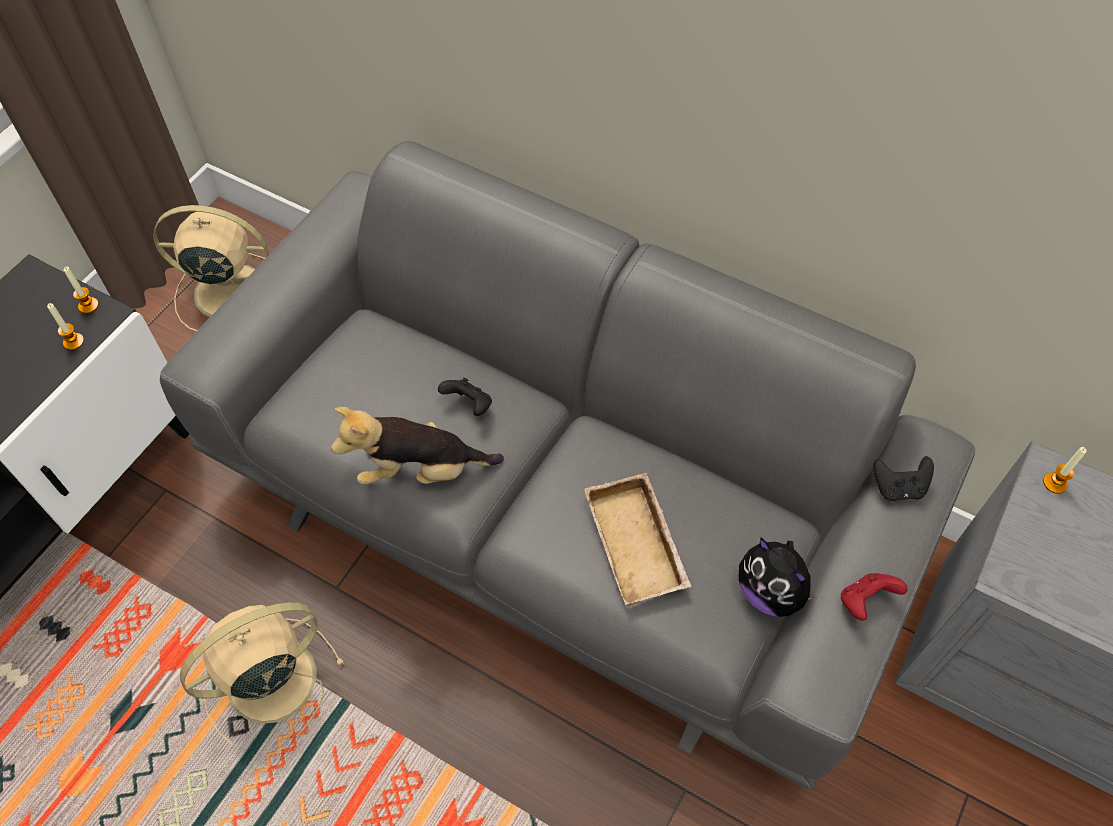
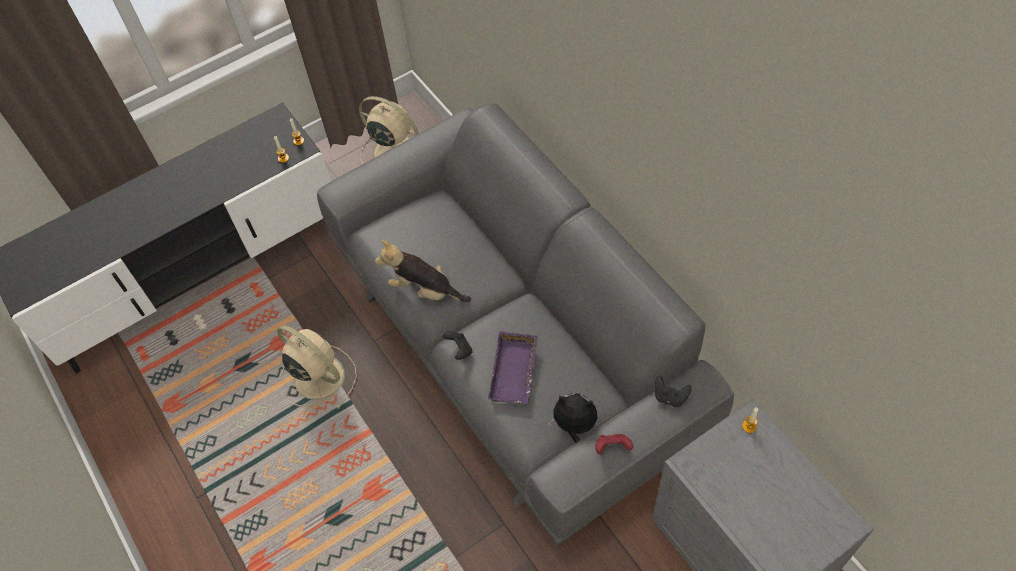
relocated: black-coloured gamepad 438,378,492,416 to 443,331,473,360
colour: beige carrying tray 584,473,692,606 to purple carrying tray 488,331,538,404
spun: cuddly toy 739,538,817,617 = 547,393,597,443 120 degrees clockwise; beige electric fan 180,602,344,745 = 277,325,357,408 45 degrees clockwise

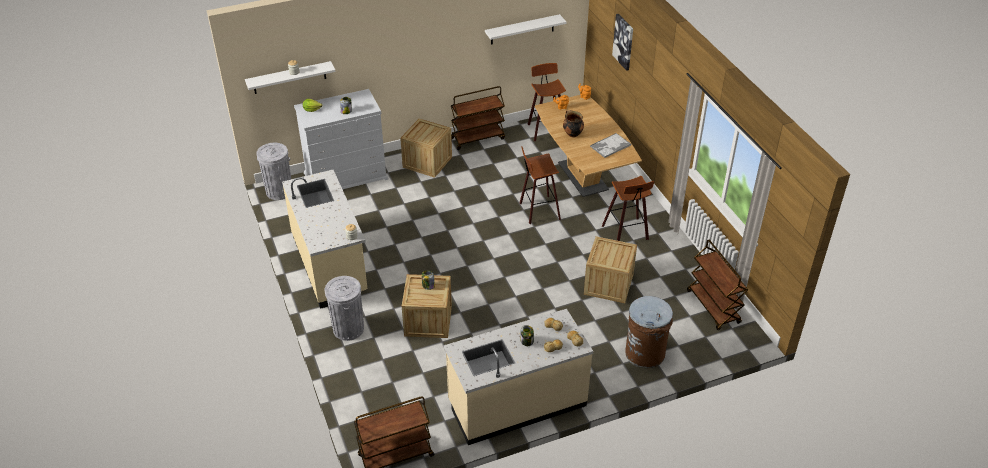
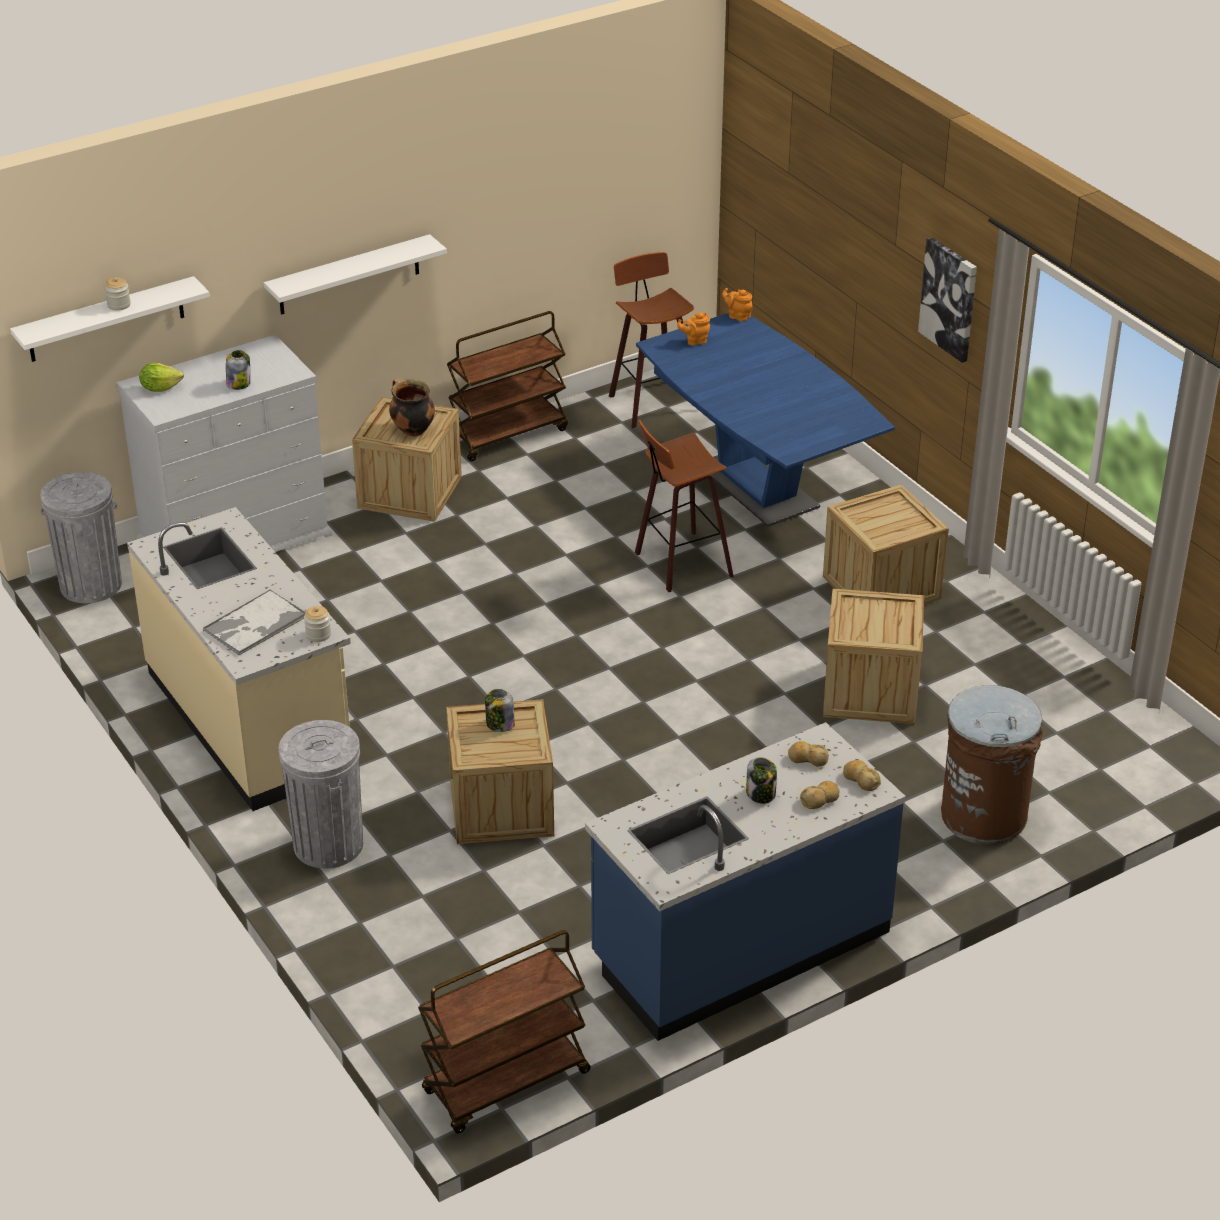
missing: brownish wheeled cart 687,240,748,330
relocated: whitish bracket shelf 485,14,566,45 to 264,234,447,315; picture 612,14,633,71 to 918,237,977,363; stockpot 563,110,584,138 to 389,378,435,437; carrying tray 590,133,631,158 to 203,589,305,656
exchanged: stool seat 602,176,654,241 to packing crate 823,485,949,605
colour: brownish dining table 535,95,642,197 to blue-coloured dining table 636,313,895,527; beige counter 444,309,593,445 to blue-coloured counter 585,722,906,1041

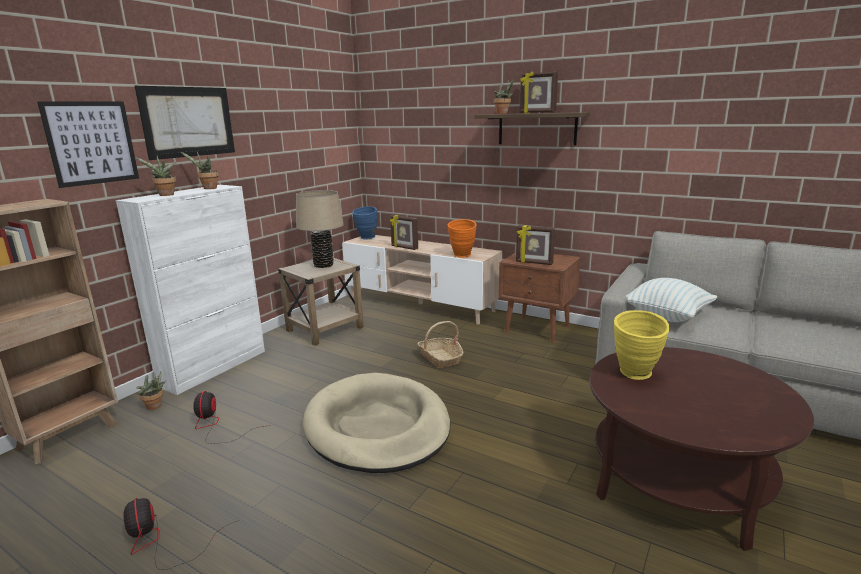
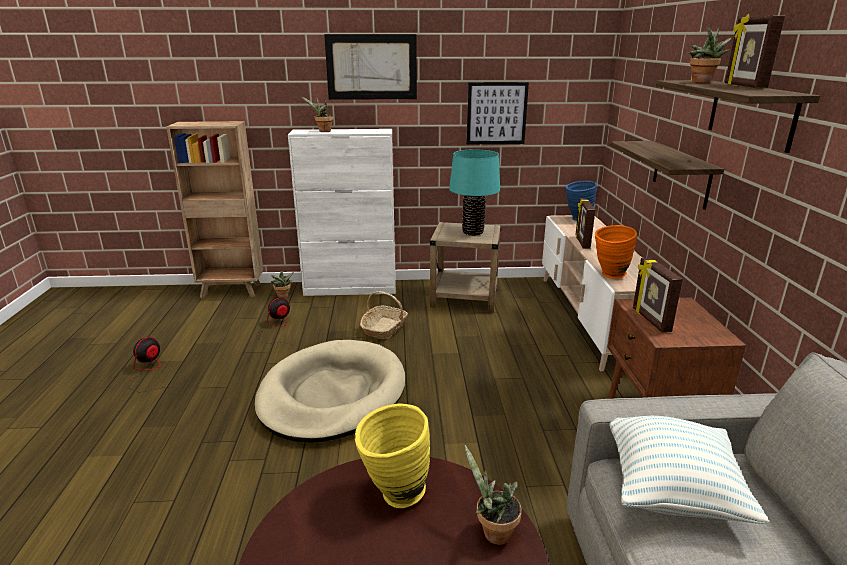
appeared: bracket shelf 610,141,724,210
relocated: picture 37,101,139,188 to 467,82,529,144; plant in a pot 181,151,219,189 to 465,445,522,545; household basket 417,321,464,368 to 360,291,408,339
colour: beige tabletop lamp 296,190,344,268 to blue-green tabletop lamp 449,149,500,235

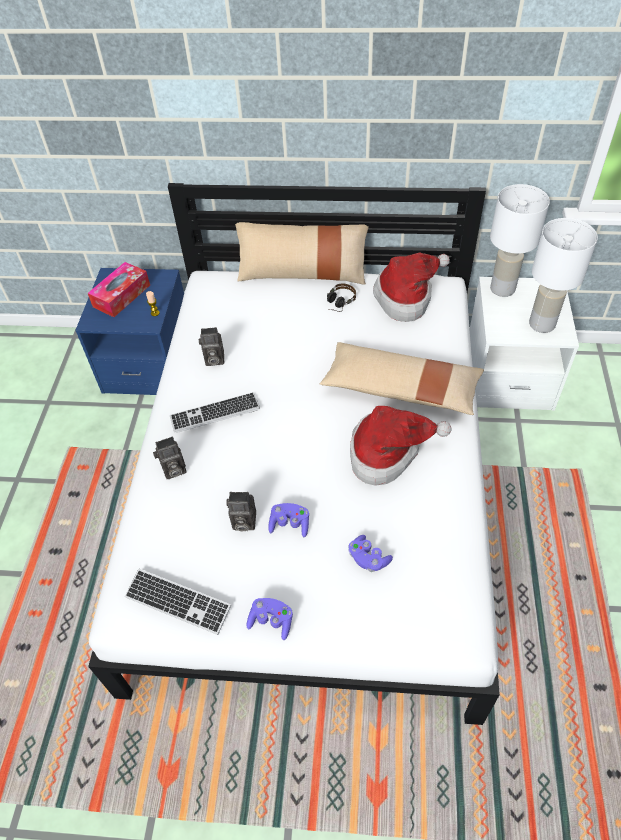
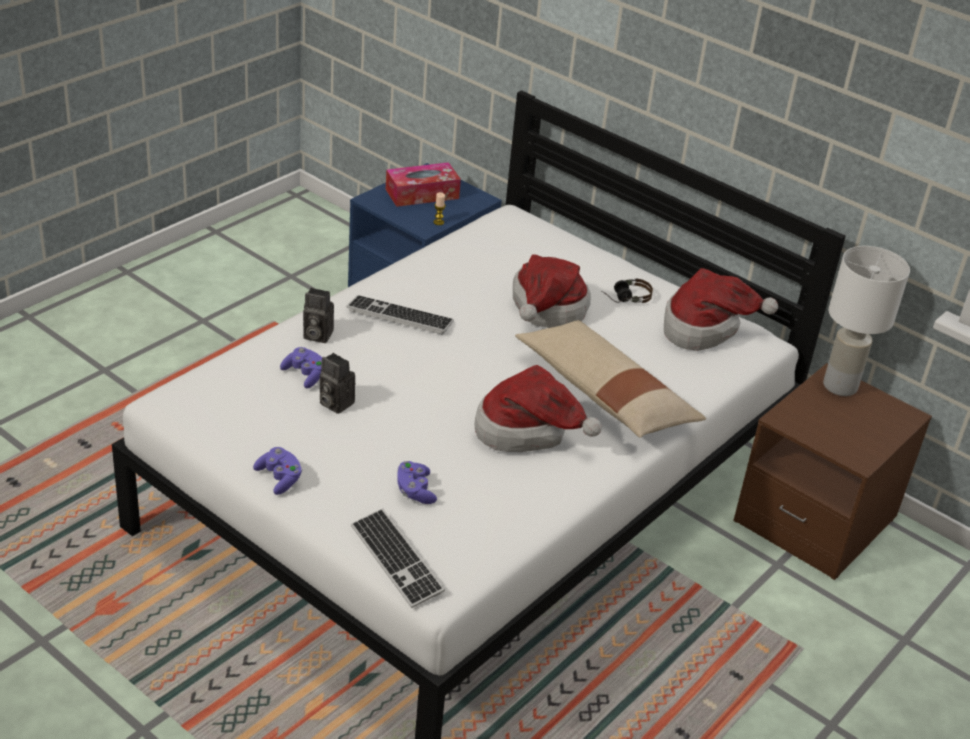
missing: whitish tabletop lamp 529,218,598,333; beige cushion 235,222,369,285; photo camera 199,327,224,366
appeared: wearable hat 513,254,591,328
relocated: purple gamepad 268,503,309,537 to 280,347,322,388; computer keyboard 124,569,231,635 to 351,509,445,608
colour: whitish nightstand 470,277,579,411 to brownish nightstand 733,363,932,580

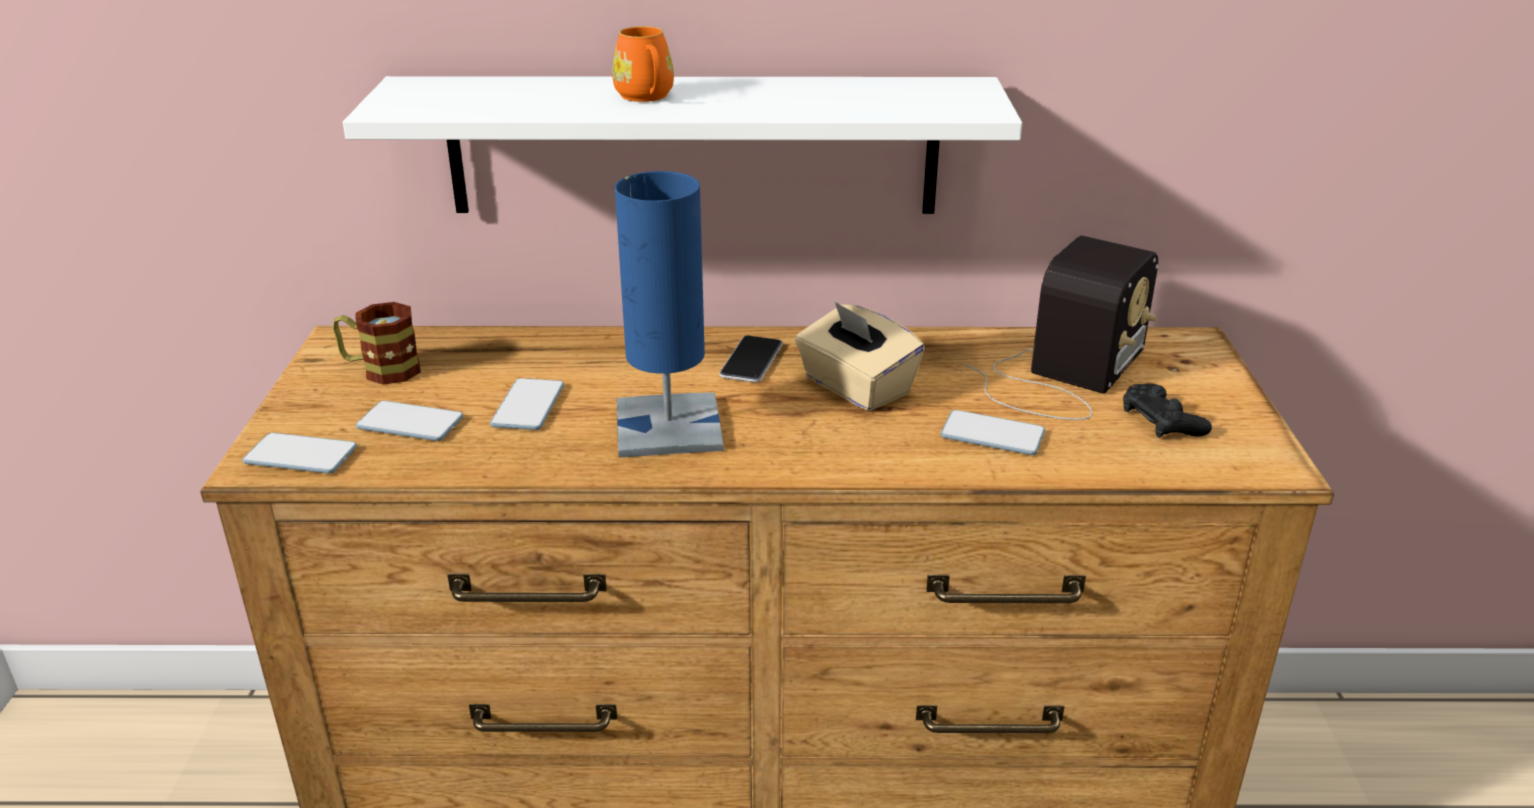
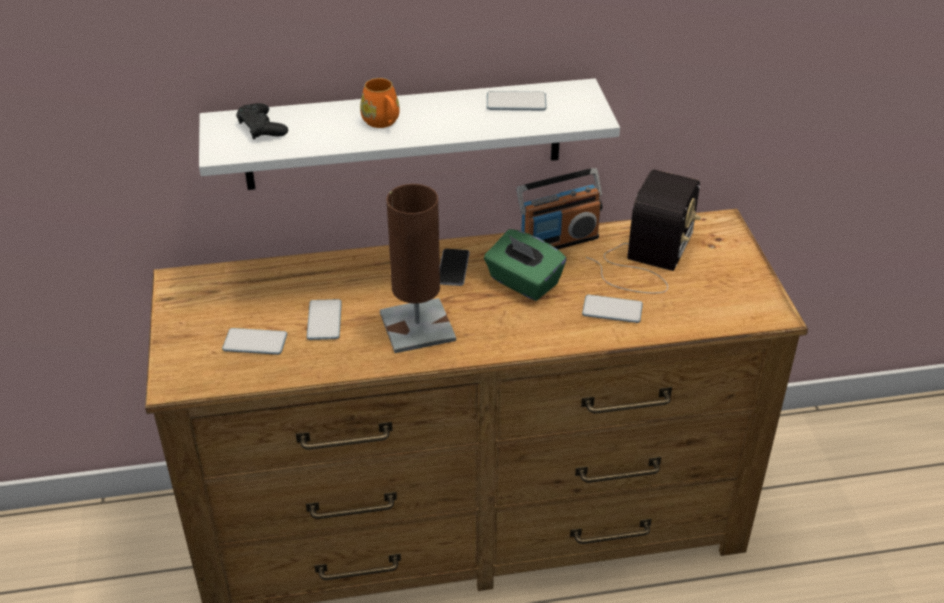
missing: coffee mug 333,302,421,385
appeared: radio set 517,168,602,249
relocated: black-coloured gamepad 1123,384,1212,438 to 236,103,288,140; handset 242,433,357,474 to 487,91,547,110
colour: blue-coloured tabletop lamp 615,171,724,458 to brownish tabletop lamp 380,184,456,353; beige tissue holder 795,301,925,411 to greenish tissue holder 484,229,566,301

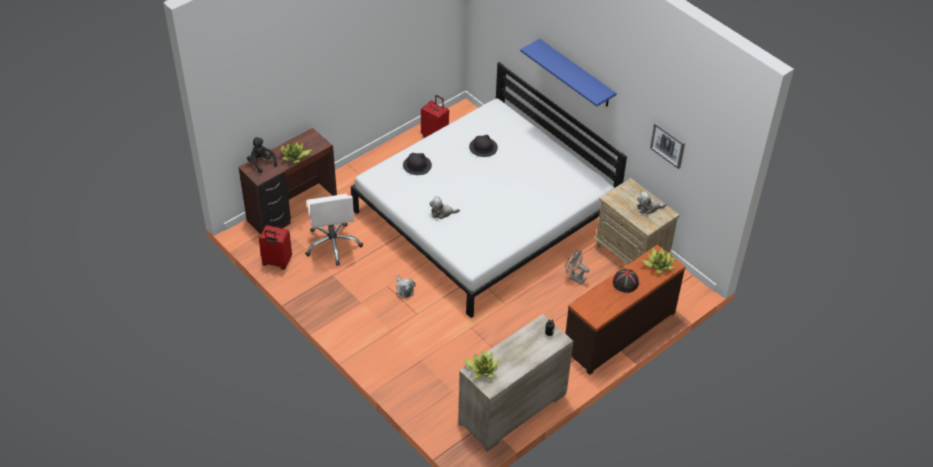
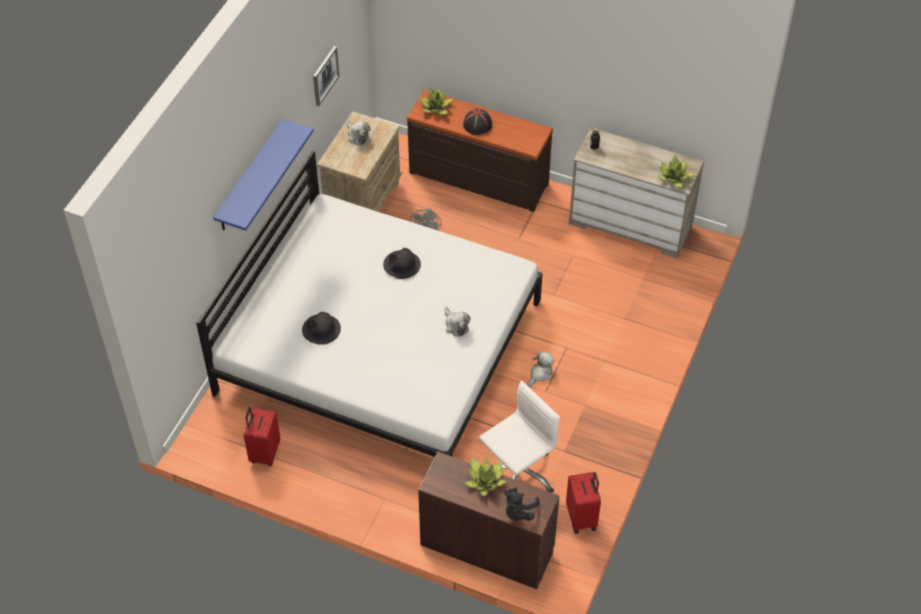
relocated: black-coloured wearable hat 403,153,432,175 to 383,248,421,279

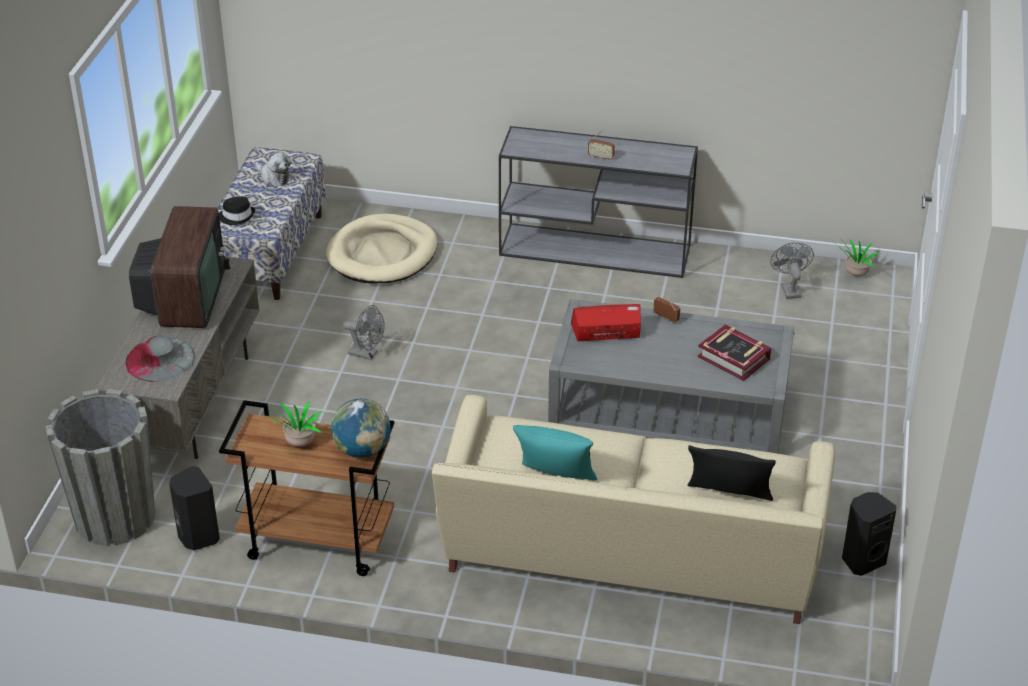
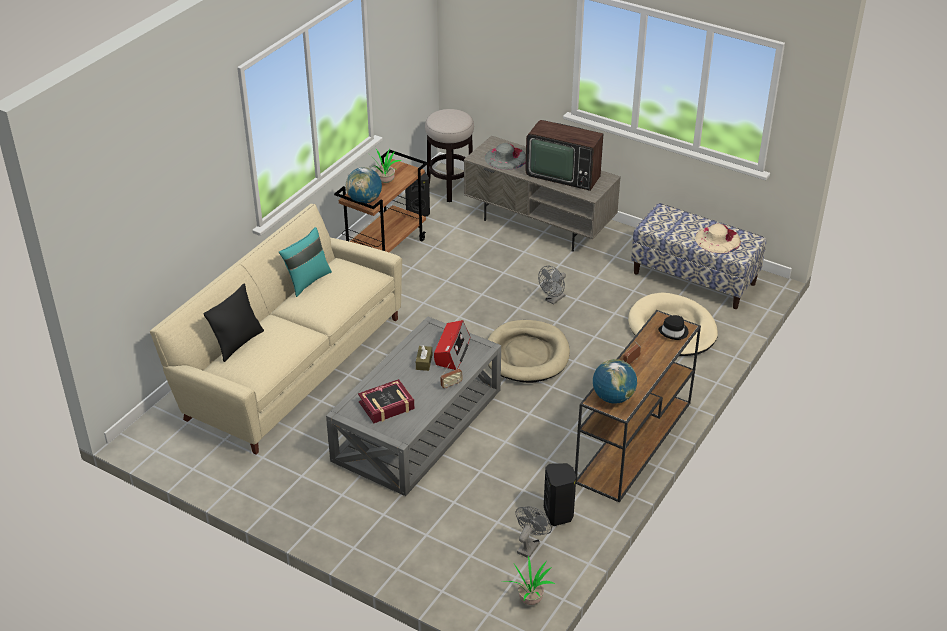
appeared: beige dog cushion 488,320,570,383; brownish tissue holder 416,345,432,371; globe 593,359,637,404
relocated: black-coloured wearable hat 219,197,255,225 to 658,315,689,340; black-coloured loudspeaker 842,492,896,576 to 544,463,576,526
exchanged: cuddly toy 255,152,292,186 to beige wearable hat 695,224,741,253; gray flower pot 46,389,155,546 to stool seat 425,109,474,202
colour: gray console table 499,126,698,278 to brownish console table 575,310,701,503
spun: gray electric fan 770,242,814,299 = 515,506,552,558 75 degrees counterclockwise

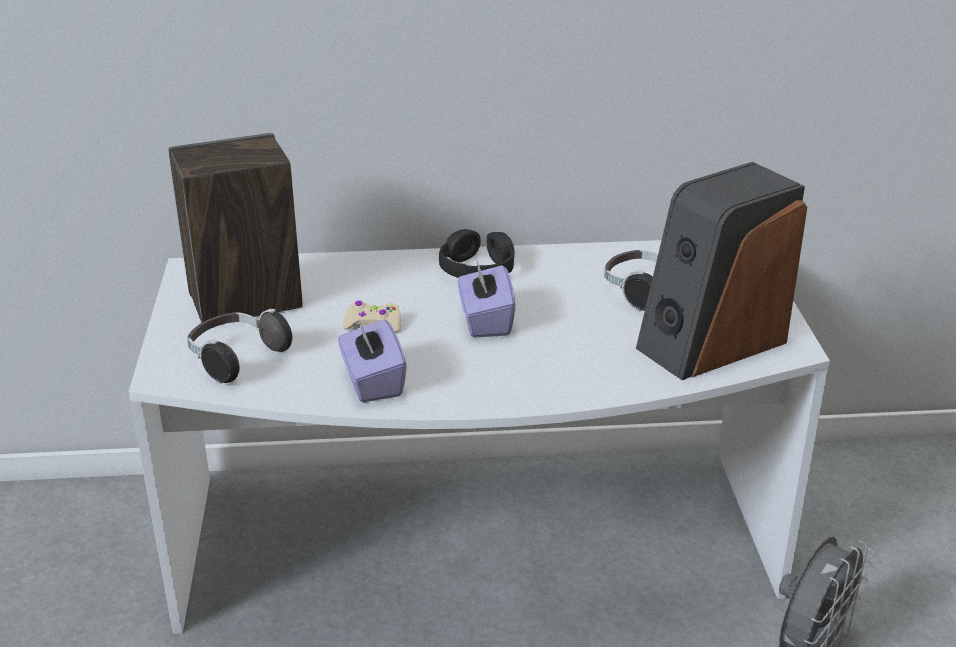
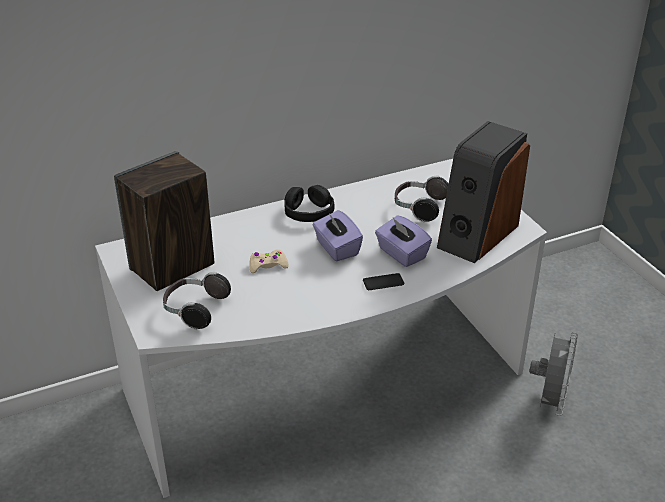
appeared: handset 363,273,405,290
relocated: purple tissue holder 338,318,407,402 to 375,215,432,267

